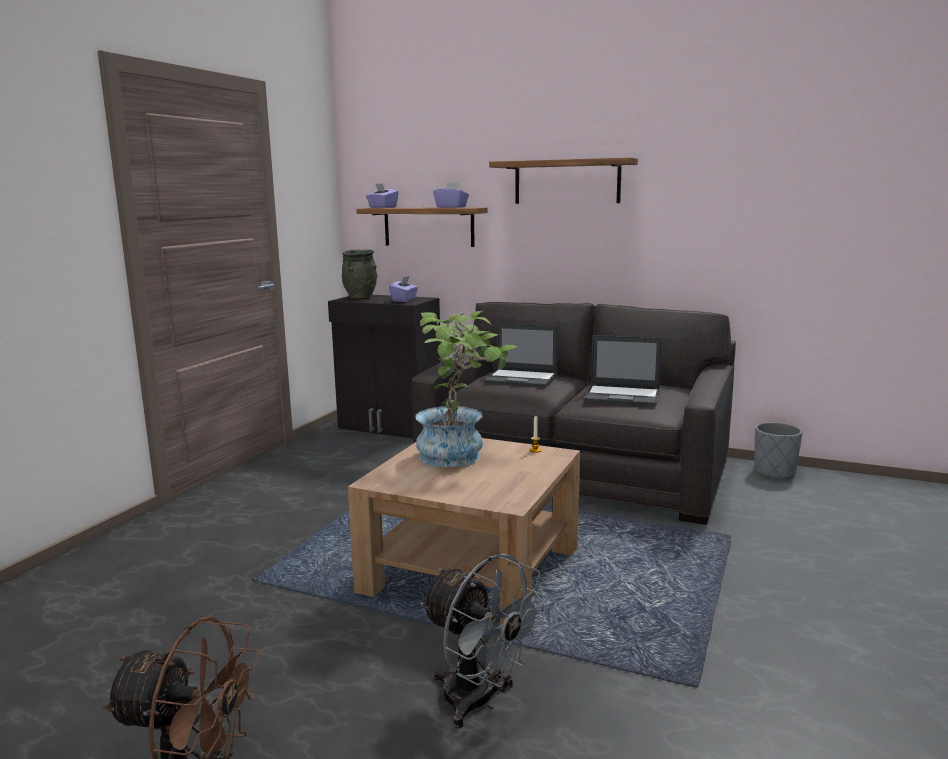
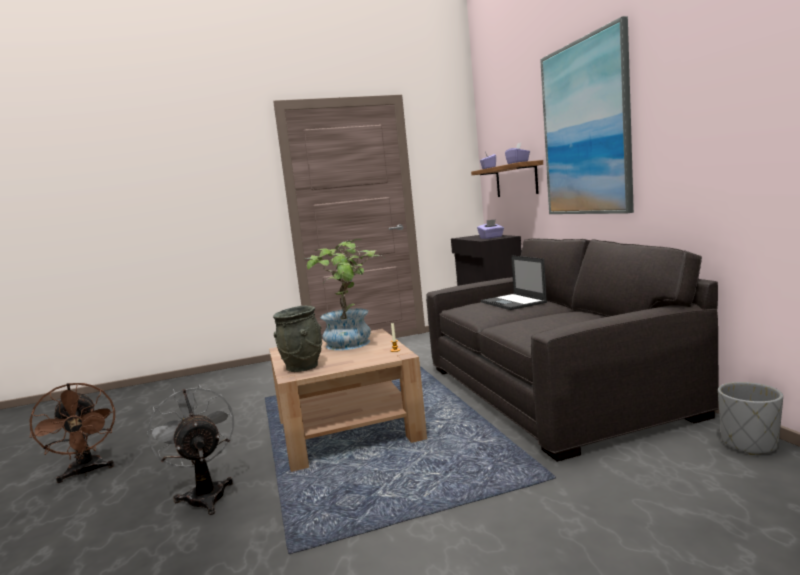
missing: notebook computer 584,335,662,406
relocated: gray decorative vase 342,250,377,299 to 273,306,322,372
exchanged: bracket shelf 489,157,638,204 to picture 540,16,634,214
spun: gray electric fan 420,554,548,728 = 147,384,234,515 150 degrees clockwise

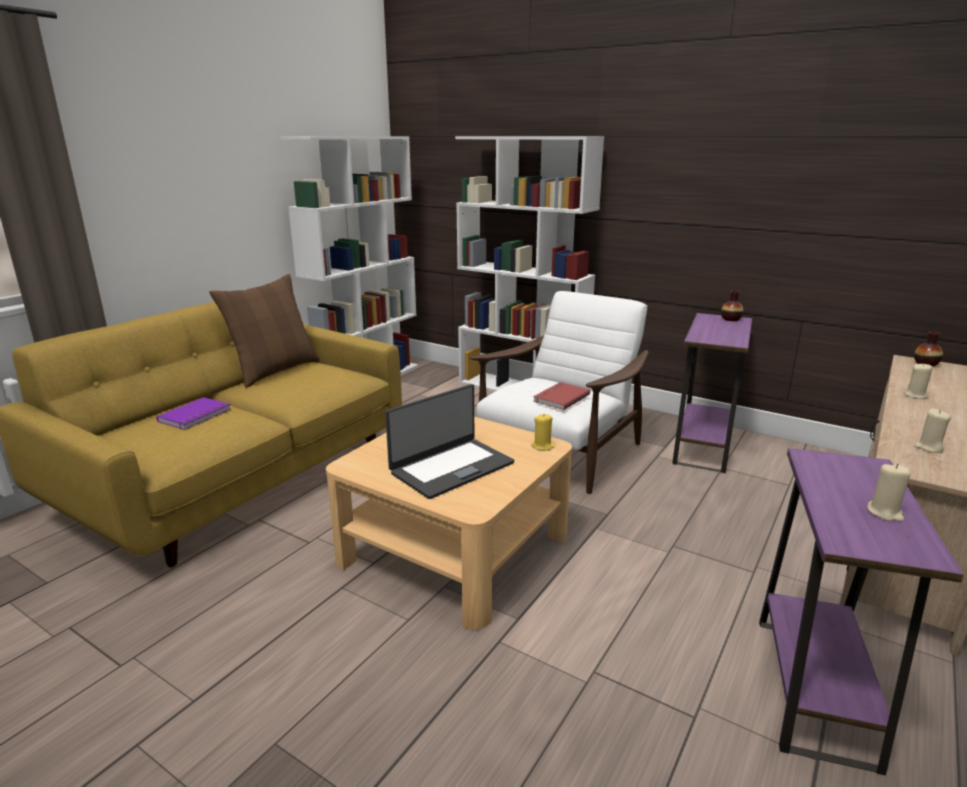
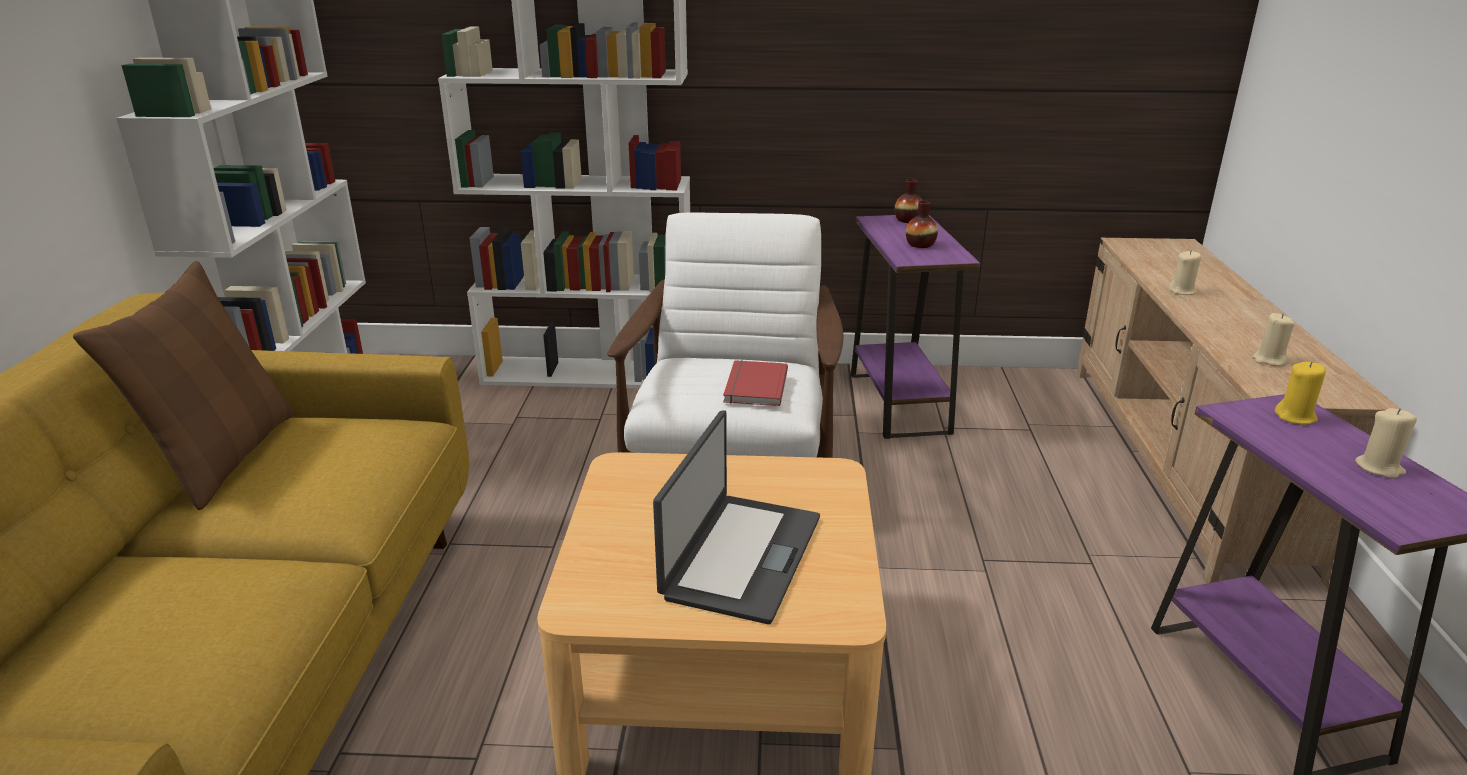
missing: purple volume 156,397,231,430
relocated: decorative vase 914,331,943,366 to 906,201,938,248; yellow-coloured candle 532,414,555,451 to 1275,362,1326,425

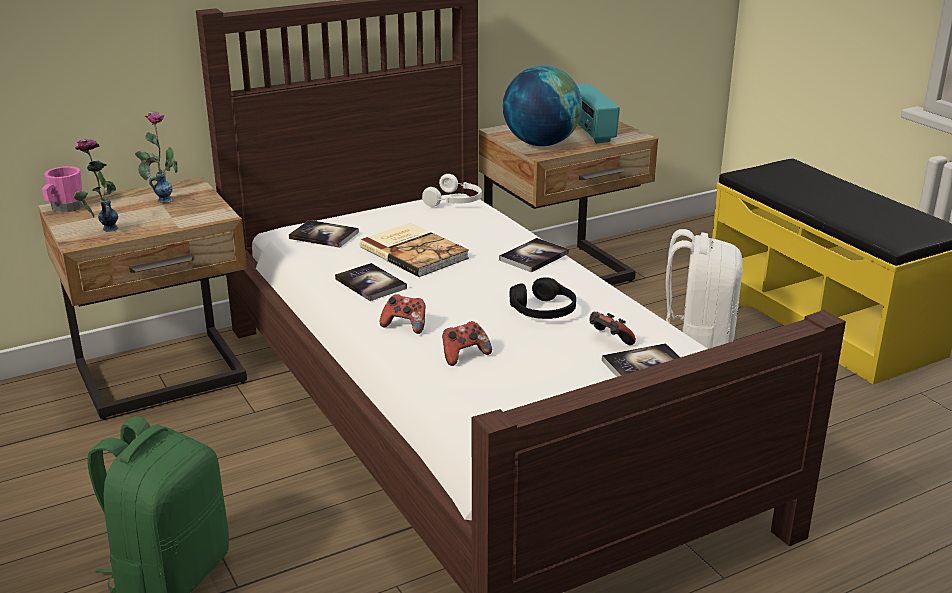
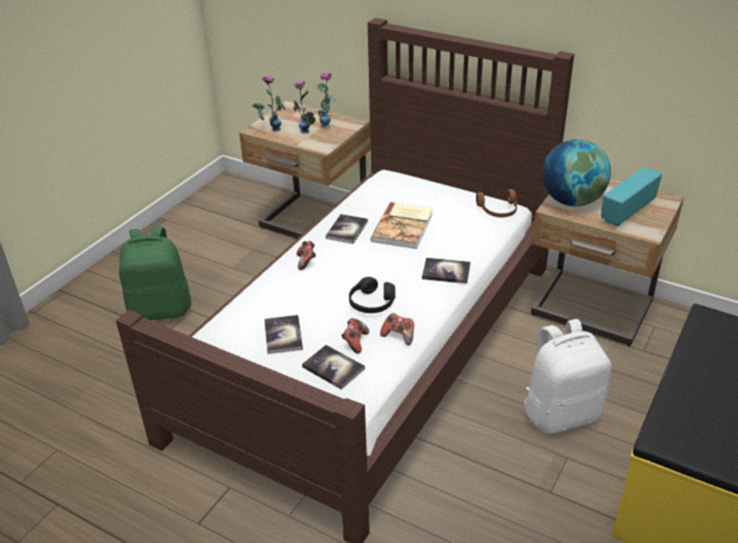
missing: pink coffee mug 42,166,84,213
appeared: decorative vase 293,81,316,134
relocated: volume 289,220,359,248 to 264,315,303,354; gamepad 442,321,492,366 to 380,313,414,345
colour: whitish headset 422,174,482,207 to brownish headset 476,189,517,217

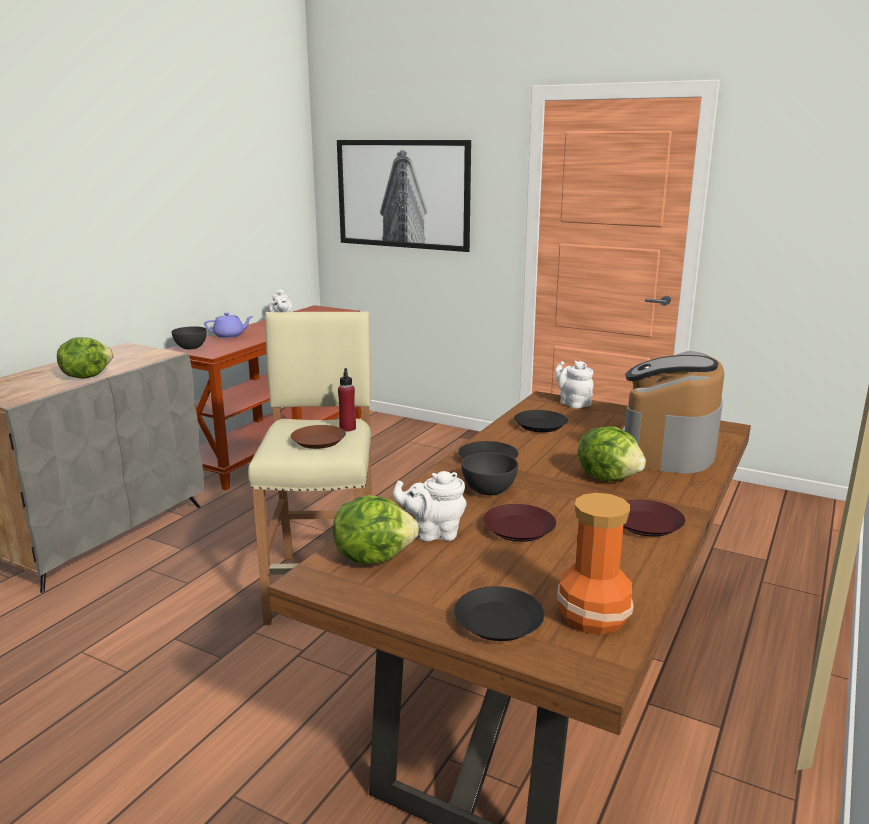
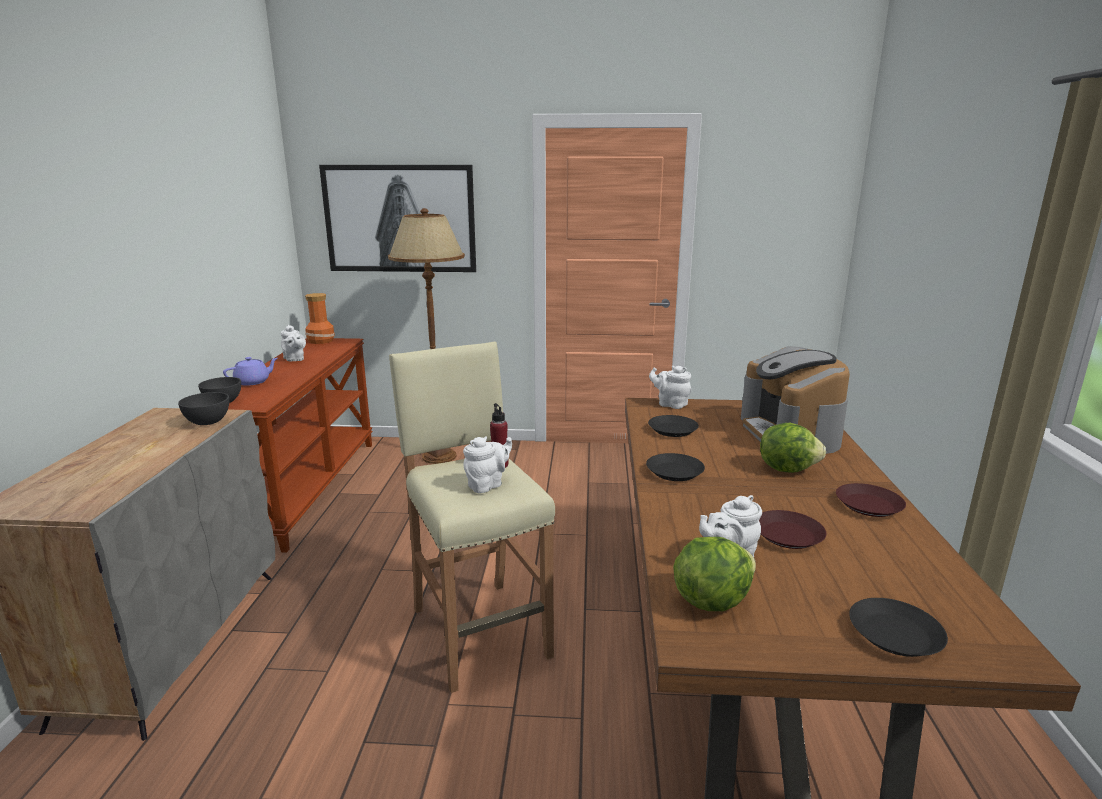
missing: lettuce 57,337,114,379
appeared: brownish standing lamp 388,208,465,464
relocated: gray serving bowl 461,452,518,495 to 178,392,229,425; decorative vase 557,493,634,635 to 305,293,335,344
exchanged: brownish plate 291,425,346,449 to whitish teapot 463,436,512,493

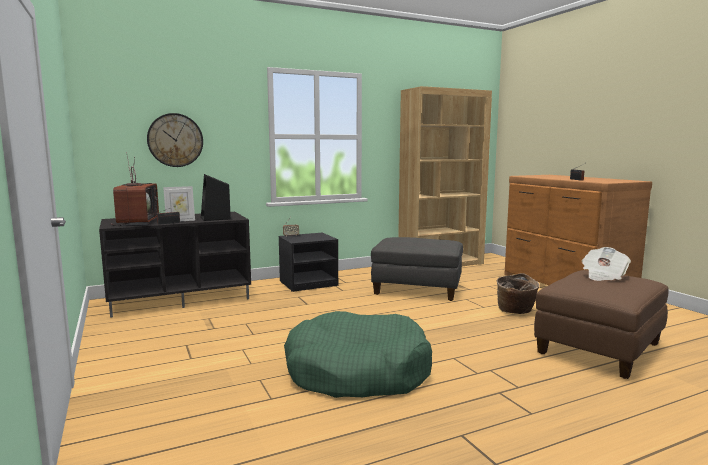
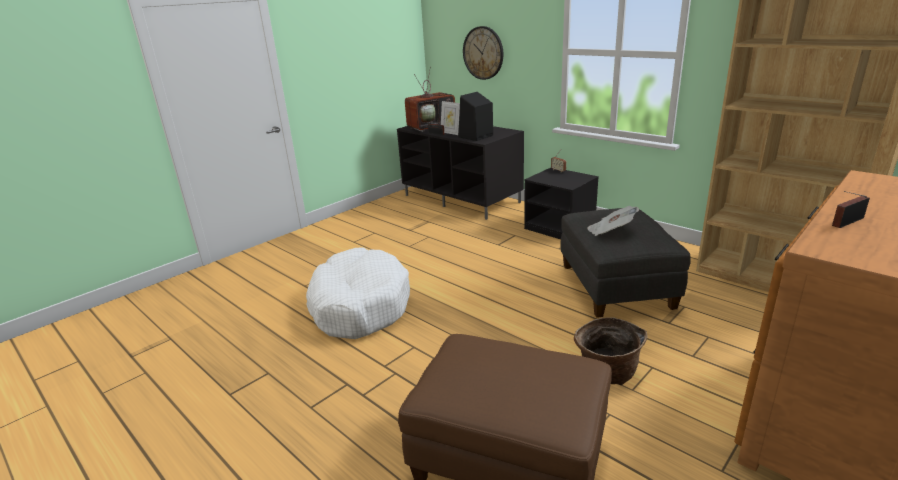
relocated: newspaper 582,247,631,281 to 587,206,639,236
colour: greenish dog cushion 284,311,432,398 to whitish dog cushion 306,248,410,339

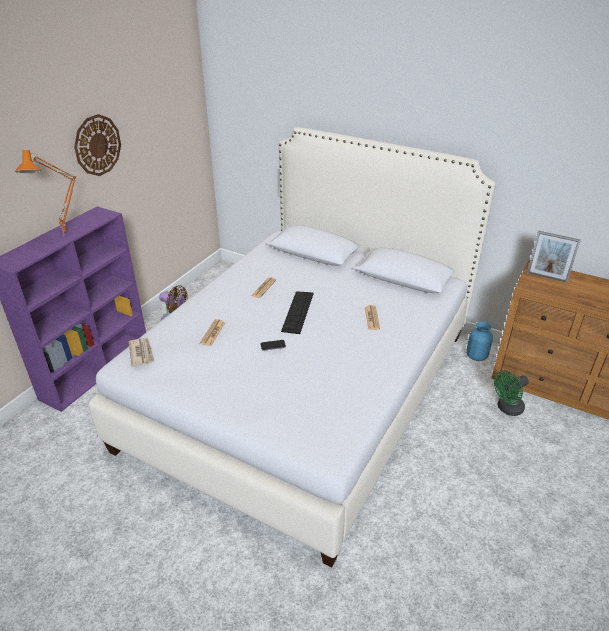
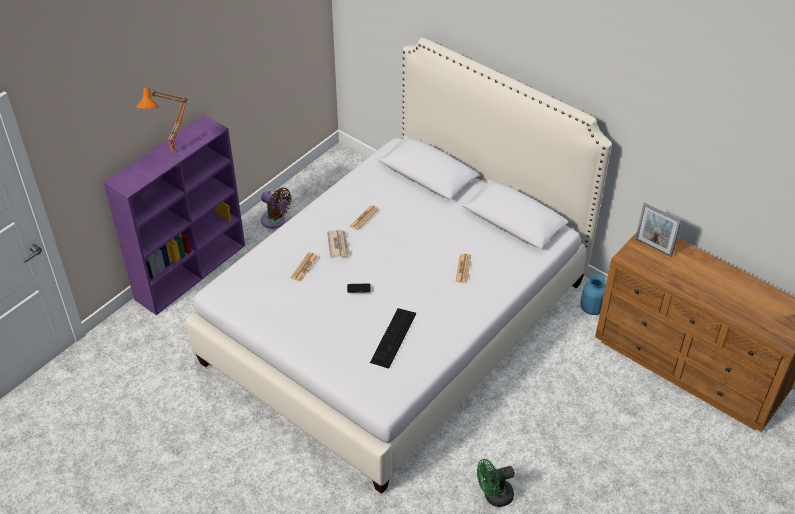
missing: wall clock 74,114,121,176
relocated: computer keyboard 281,291,314,334 to 370,308,416,369; newspaper 129,338,155,367 to 327,230,350,258; greenish electric fan 494,371,529,416 to 477,459,515,507

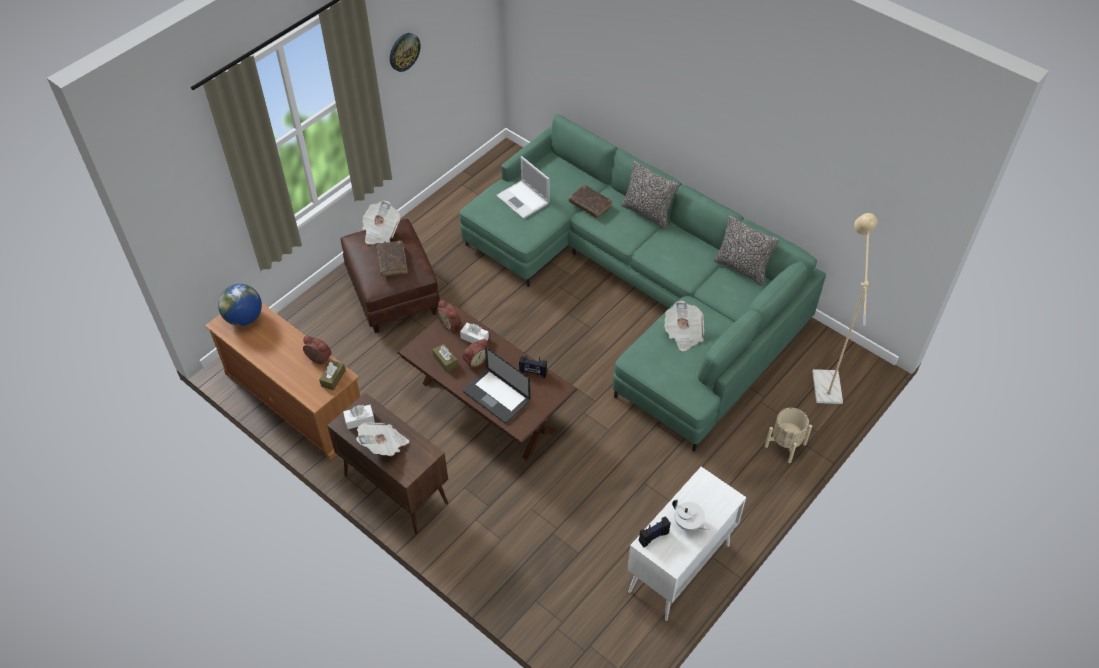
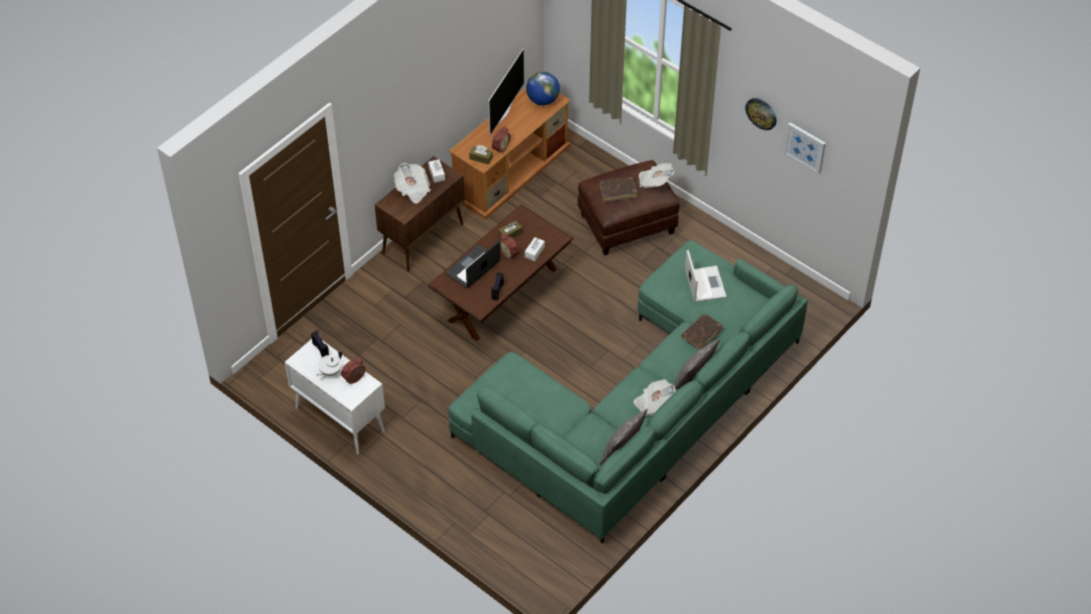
missing: beige standing lamp 812,213,878,404; beige flower pot 765,408,812,463
appeared: television 488,48,524,136; picture 784,122,826,174
relocated: bedside clock 436,300,461,331 to 341,357,366,384; newspaper 664,301,704,351 to 633,379,676,417
spun: notebook computer 496,156,550,219 = 685,250,727,302 120 degrees clockwise

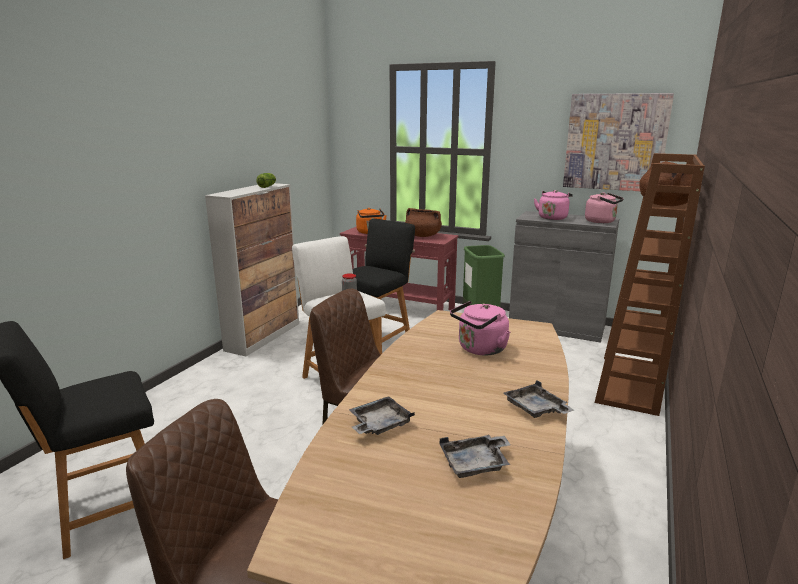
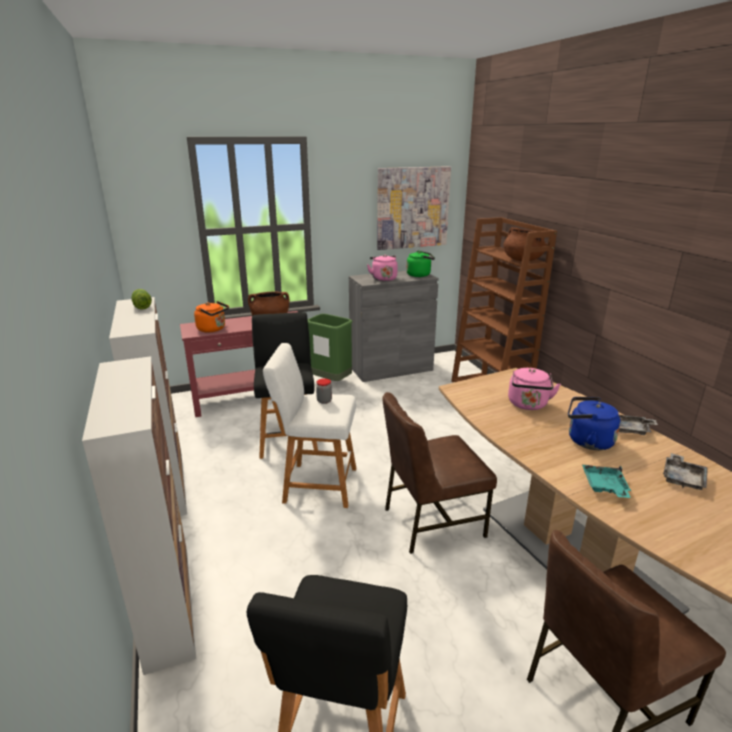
appeared: storage cabinet 82,356,196,675; blue-coloured tea kettle 568,397,621,450
colour: pink tea kettle 585,192,624,223 to greenish tea kettle 406,251,435,277; gray carrying tray 349,396,415,435 to blue-green carrying tray 582,465,631,498

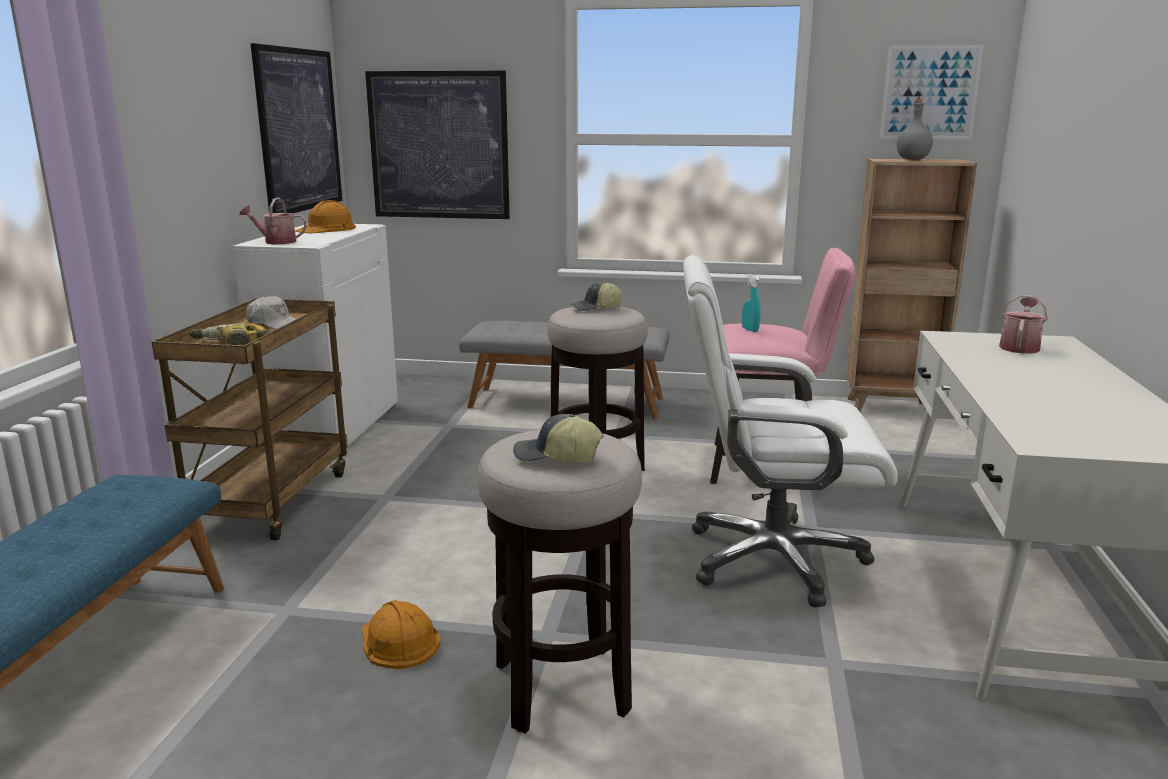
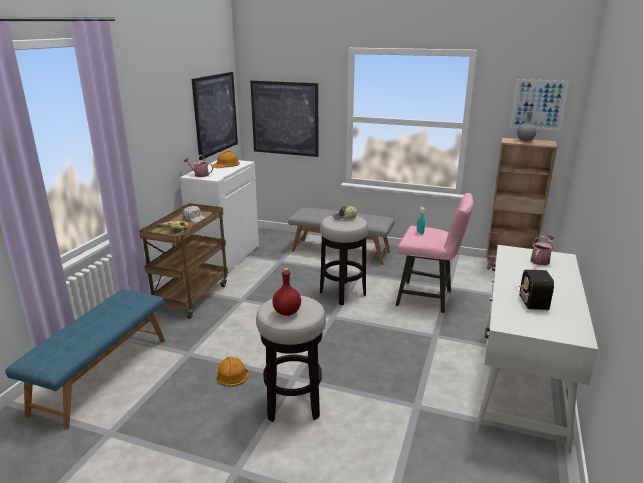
missing: whitish desk chair 683,255,898,607
appeared: radio set 515,270,554,310
exchanged: peaked cap 513,414,603,462 to red bottle 272,268,301,316

